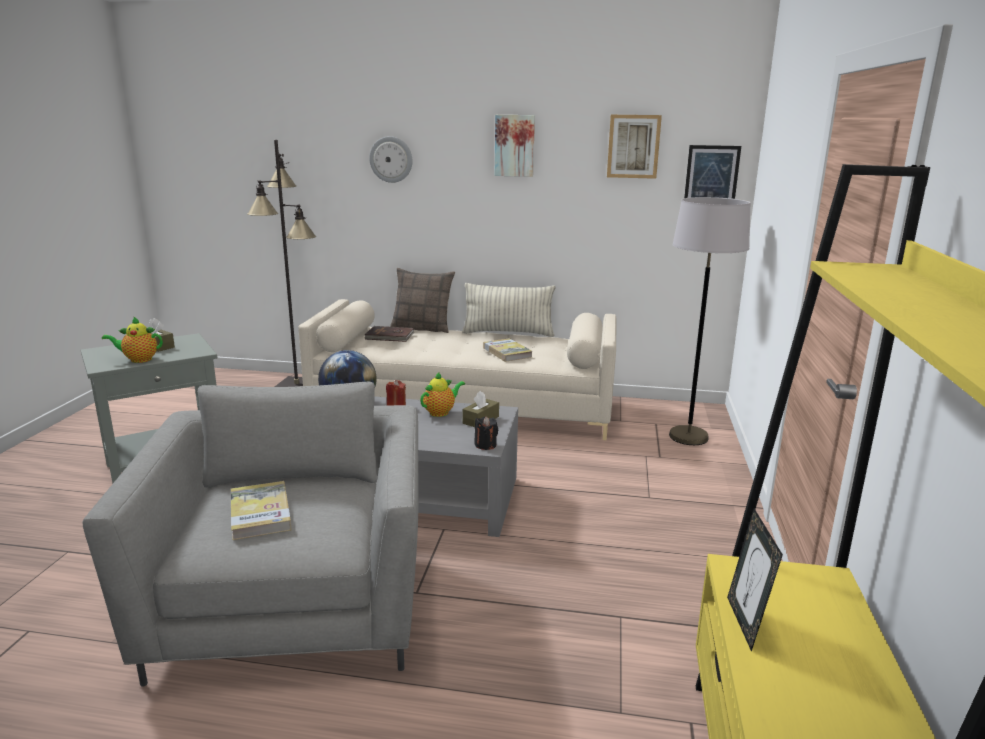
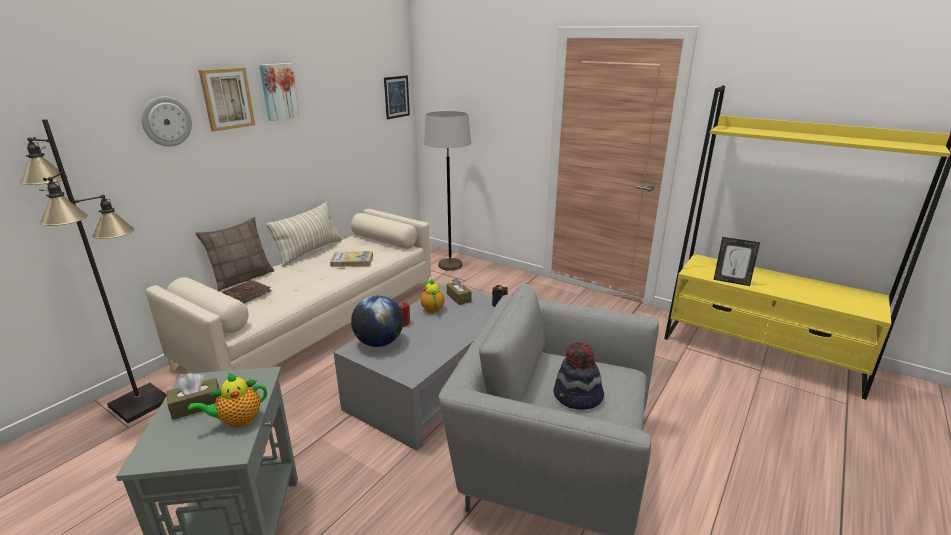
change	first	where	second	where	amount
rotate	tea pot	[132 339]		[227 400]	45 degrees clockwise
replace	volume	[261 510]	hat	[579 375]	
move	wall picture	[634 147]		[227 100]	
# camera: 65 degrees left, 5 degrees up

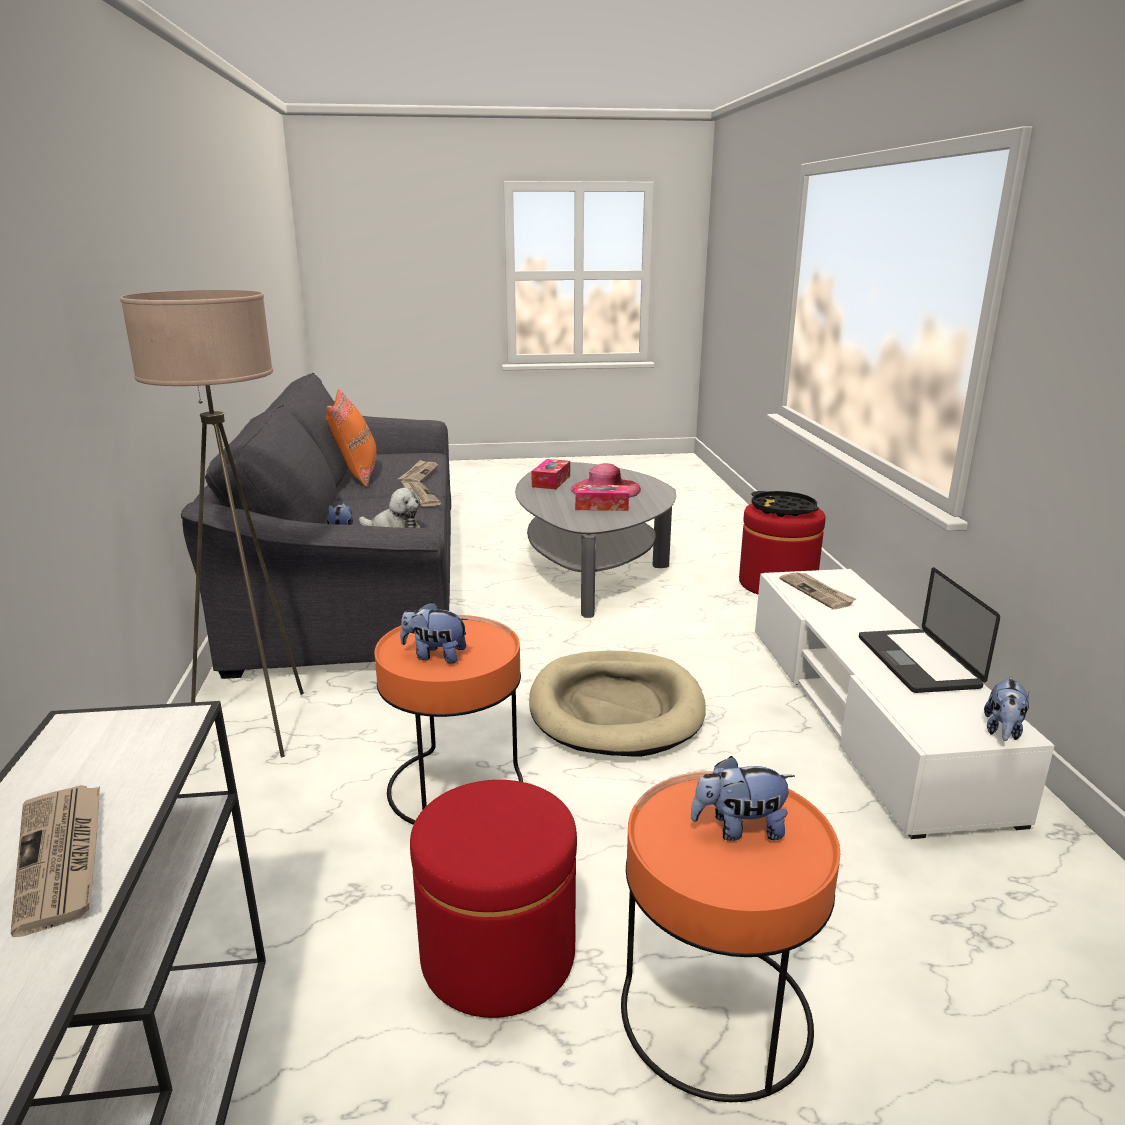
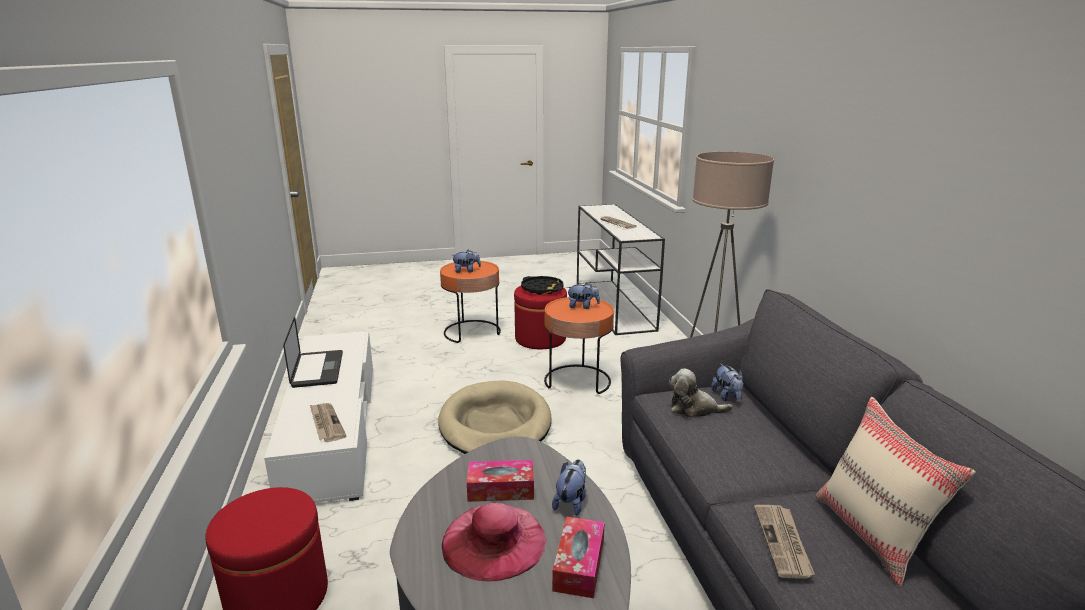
change	first	where	second	where	amount
recolor	throw pillow/orangey	[351 438]	throw pillow/sand-coloured	[895 492]	
delete	daily paper	[421 494]			
move	serving tray/blackish	[785 504]		[542 285]	
move	plush toy	[1006 709]		[569 487]	
# camera: 175 degrees right, 0 degrees up

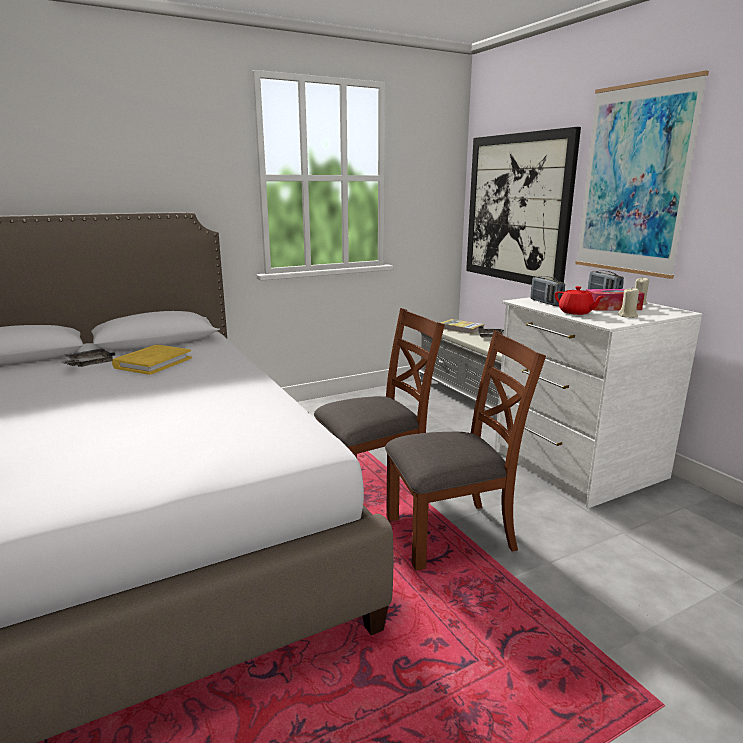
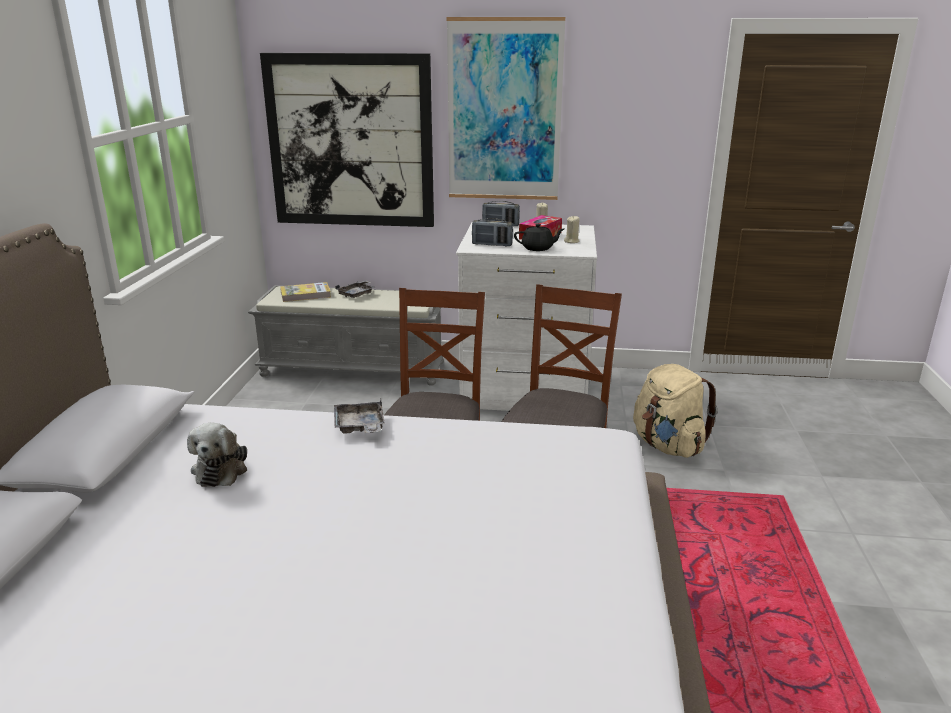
change	first	where	second	where	amount
move	serving tray/greyish	[88 357]		[359 416]	
replace	volume/yellow	[152 360]	plush toy	[217 455]	
recolor	tea pot/reddish	[580 300]	tea pot/blackish	[539 237]	
insert			knapsack/sand-coloured	[675 411]	
# camera: 55 degrees left, 5 degrees up

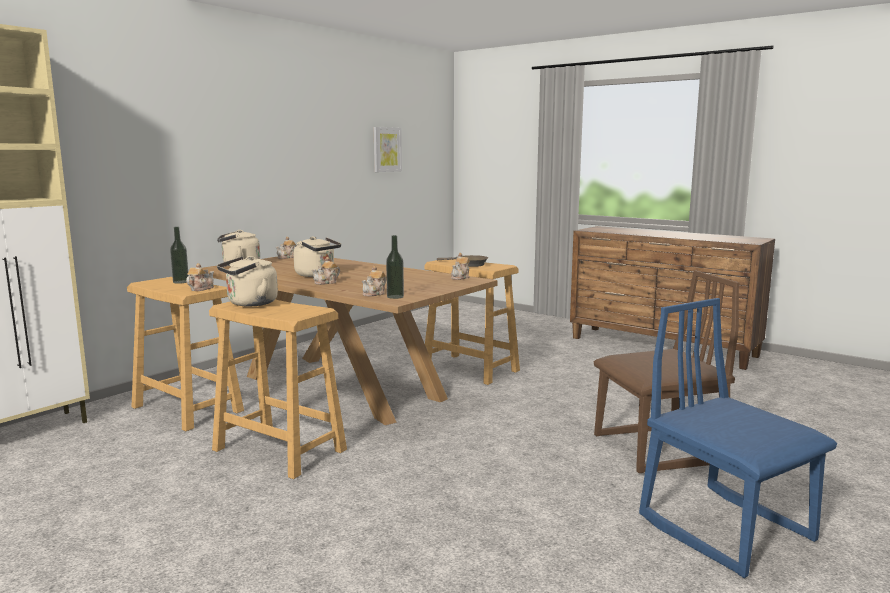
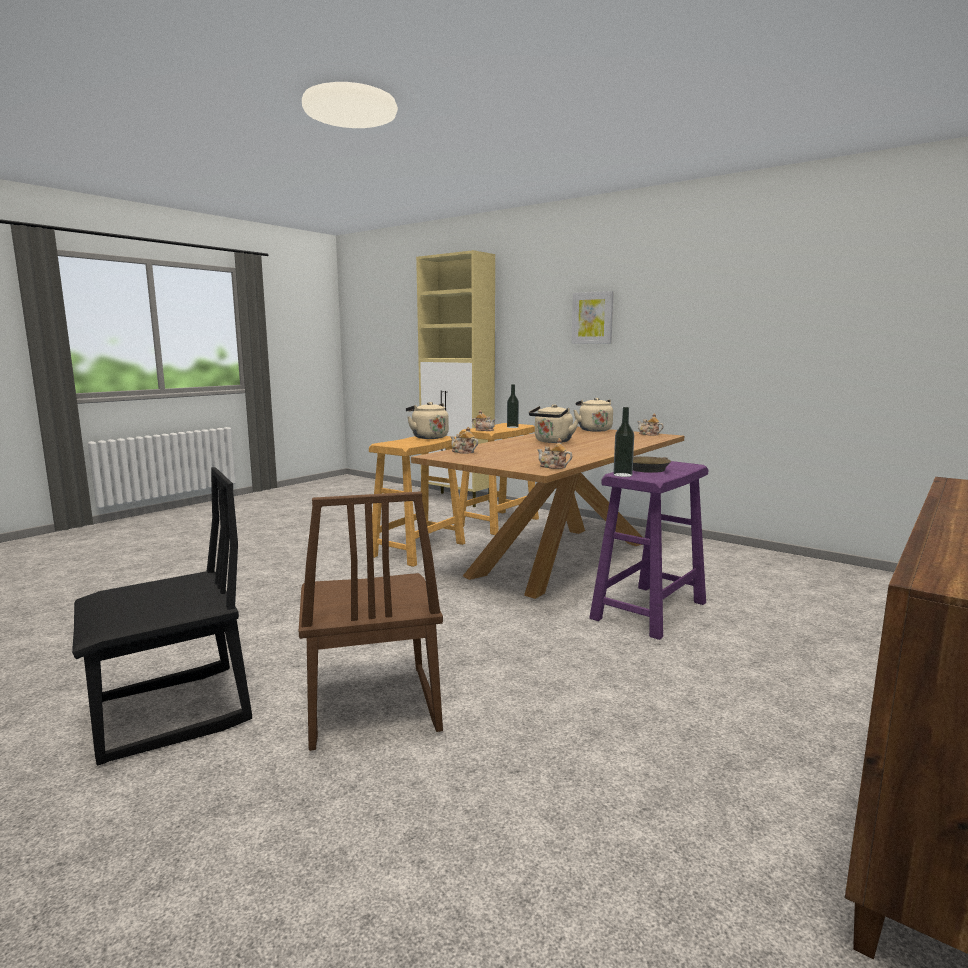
change	first	where	second	where	amount
delete	tea pot	[326 271]			
move	wall picture	[388 149]		[592 317]	
move	drink bottle	[395 267]		[623 442]	
recolor	sitting stool/sand-coloured	[472 322]	sitting stool/purple	[648 550]	
recolor	chair/blue	[738 438]	chair/blackish	[162 616]	
# camera: 90 degrees right, 0 degrees up

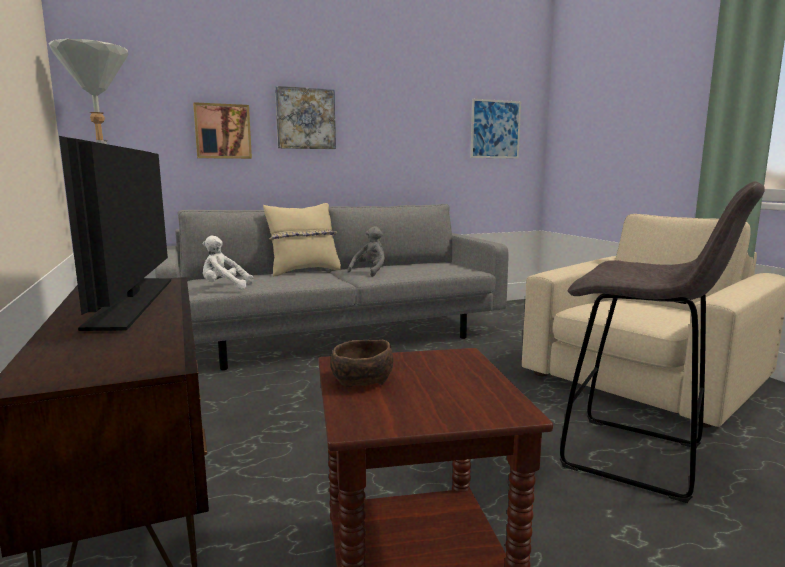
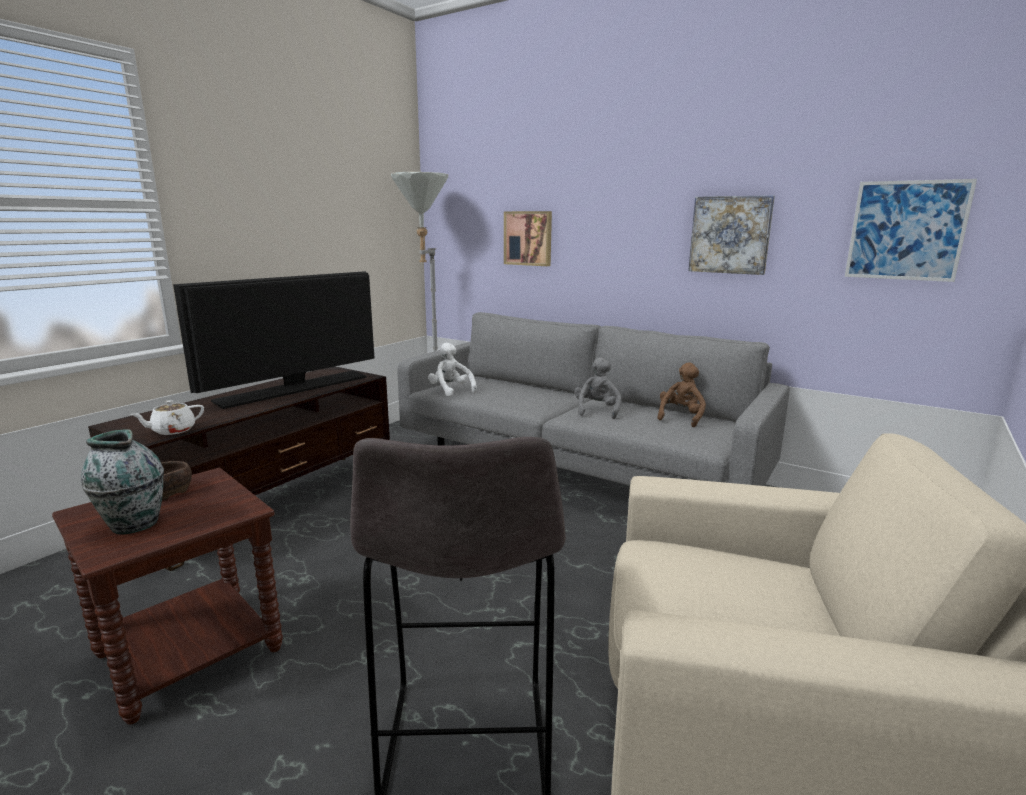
change	first	where	second	where	amount
delete	throw pillow/sand-coloured	[302 240]			
move	wall picture	[305 117]		[731 235]	
rotate	plush toy/greyish	[366 251]		[598 388]	75 degrees counterclockwise
insert			flower vase	[122 482]	
insert			tea pot/white-coloured	[167 417]	
insert			plush toy/brown	[681 394]	
# camera: 55 degrees right, 5 degrees up

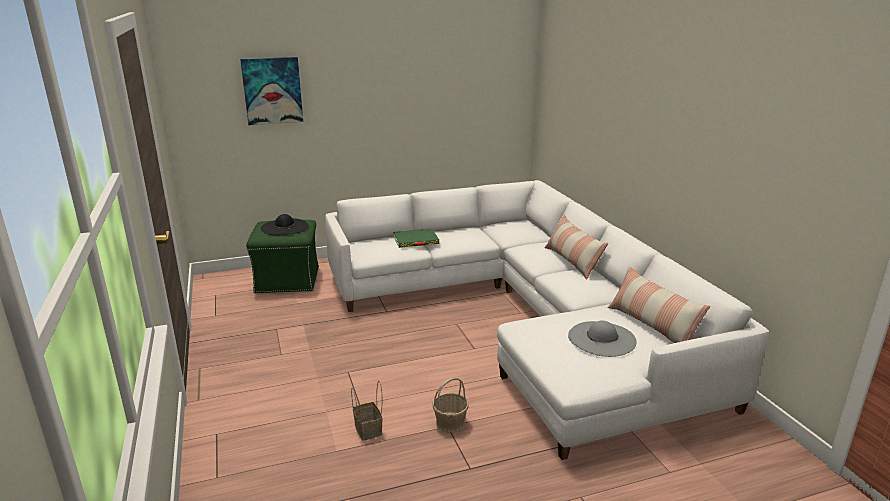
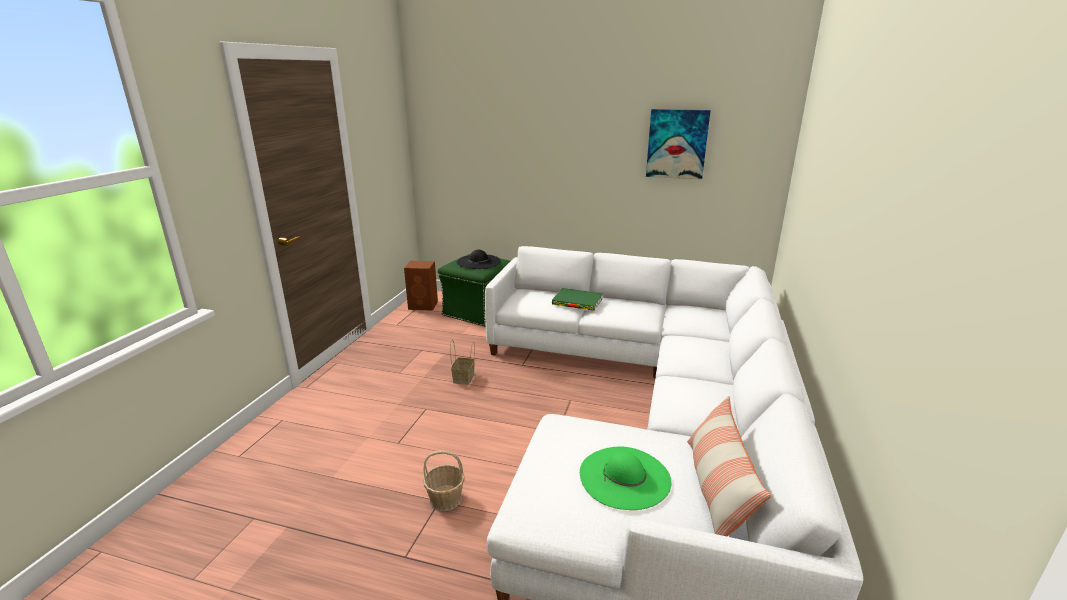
change	first	where	second	where	amount
move	wall picture	[271 91]		[678 144]	
move	storage basket	[367 411]		[462 362]	
delete	throw pillow	[576 247]			
recolor	hat/greyish	[602 338]	hat/greenish	[625 478]	
insert			audio speaker/brown	[421 286]	
# camera: 35 degrees right, 0 degrees up

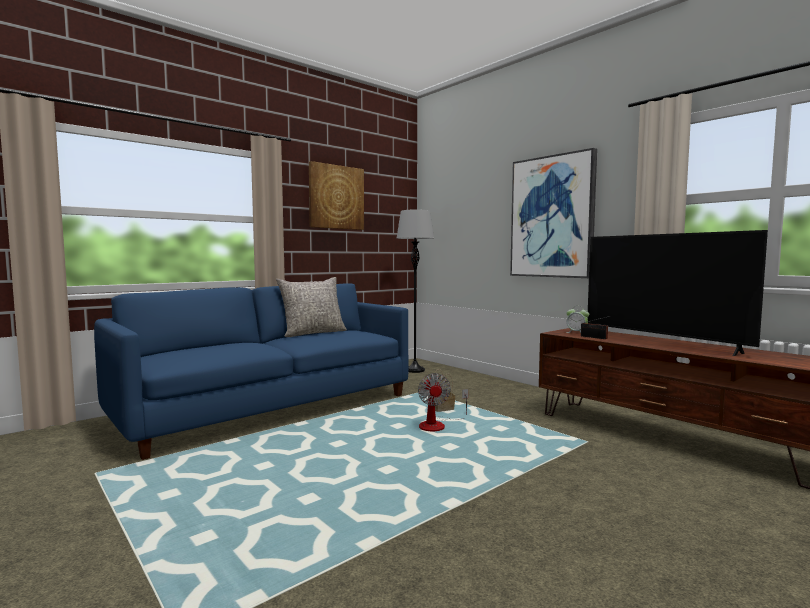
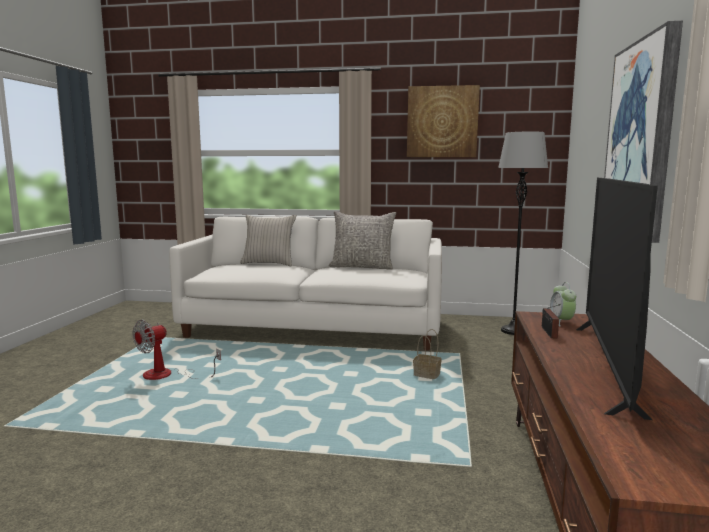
change	first	where	second	where	amount
recolor	settee/blue	[251 371]	settee/white-coloured	[305 283]	
move	cooling fan	[443 402]		[176 349]	
insert			throw pillow/sand-coloured	[268 240]	
# camera: 50 degrees right, 5 degrees up

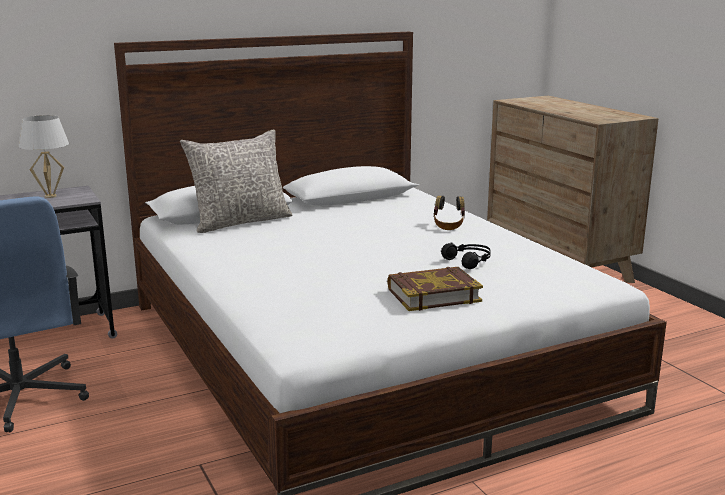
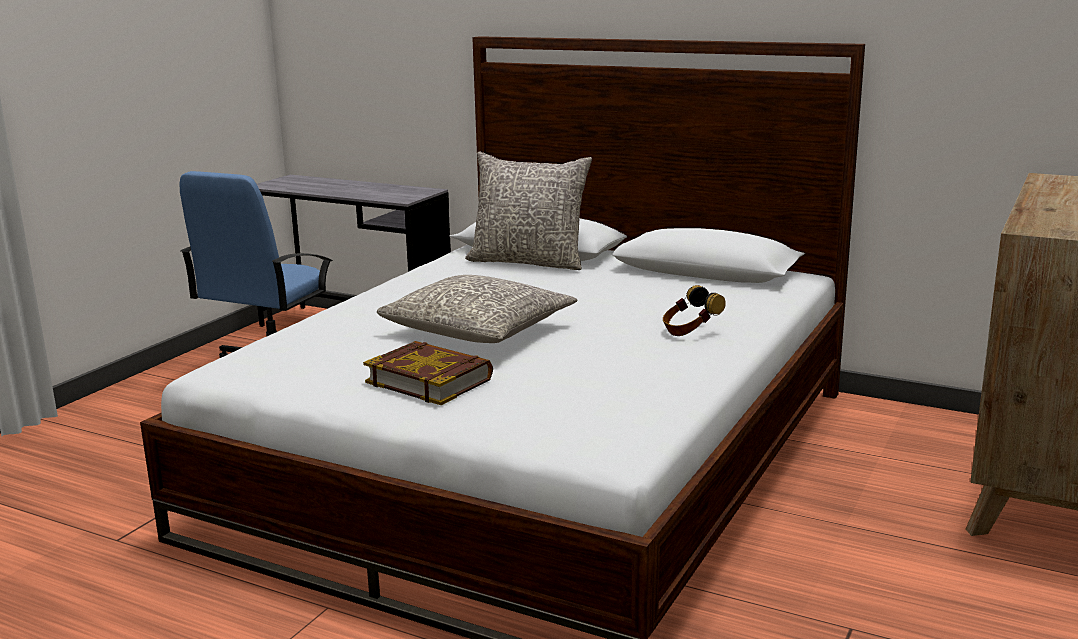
change	first	where	second	where	amount
delete	lamp for a table/white-coloured	[43 156]			
delete	headphones/blackish	[466 255]			
insert			throw pillow/greyish	[477 309]	
# camera: 55 degrees right, 0 degrees up

